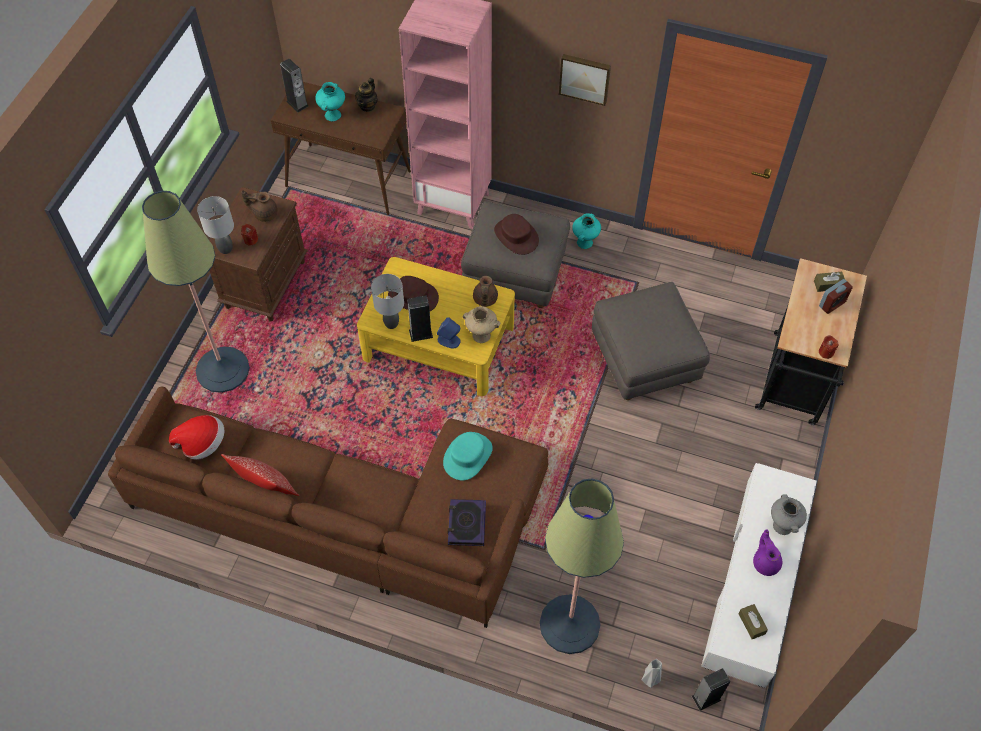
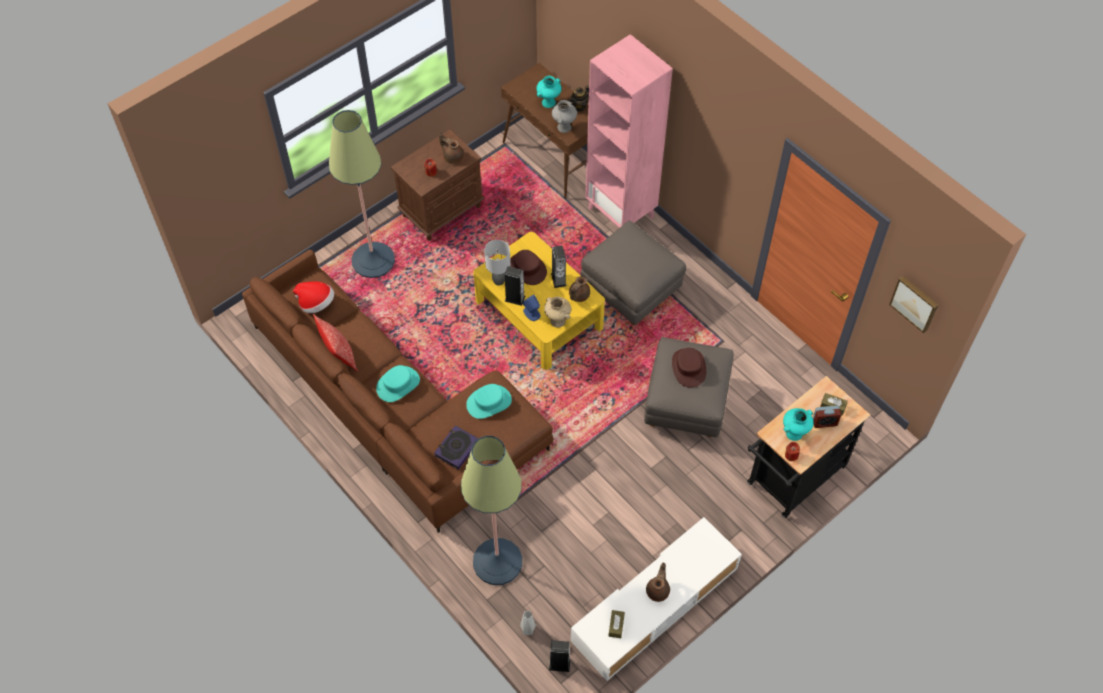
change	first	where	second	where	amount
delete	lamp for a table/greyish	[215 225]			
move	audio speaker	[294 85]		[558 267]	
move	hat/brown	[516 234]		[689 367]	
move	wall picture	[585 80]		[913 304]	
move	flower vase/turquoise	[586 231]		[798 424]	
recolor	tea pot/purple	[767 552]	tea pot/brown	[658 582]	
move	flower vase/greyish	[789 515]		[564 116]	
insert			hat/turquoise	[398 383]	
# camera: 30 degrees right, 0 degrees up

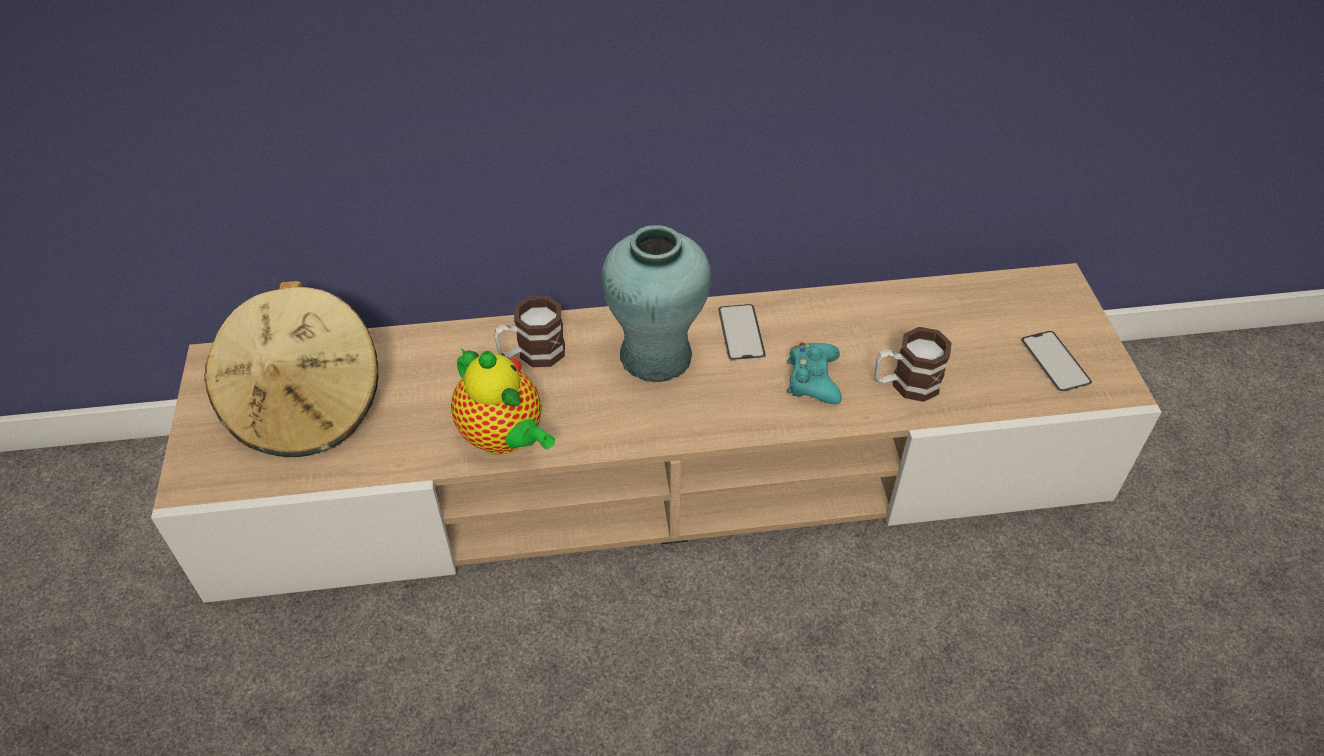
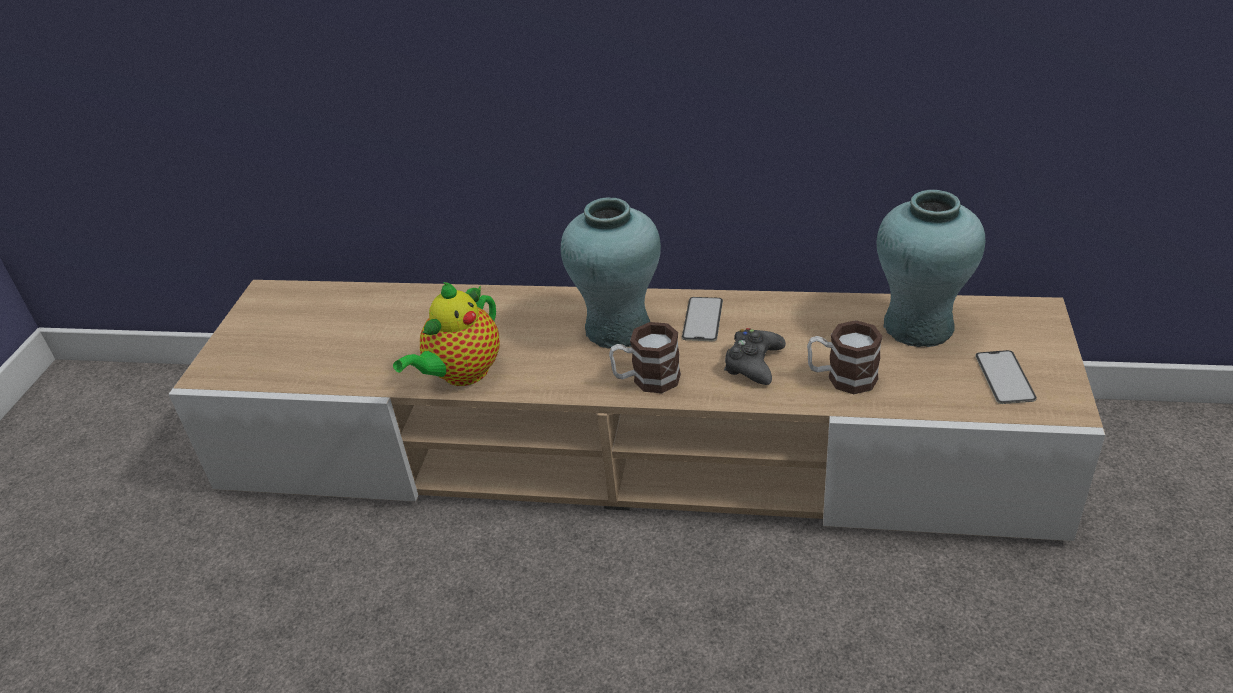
change	first	where	second	where	amount
delete	hat/sand-coloured	[291 369]			
rotate	tea pot	[503 401]		[446 334]	60 degrees clockwise
move	tea mug	[529 331]		[645 357]	
recolor	gamepad/turquoise	[814 373]	gamepad/blackish	[755 356]	
insert			flower vase/turquoise	[930 268]	
# camera: 20 degrees right, 10 degrees down

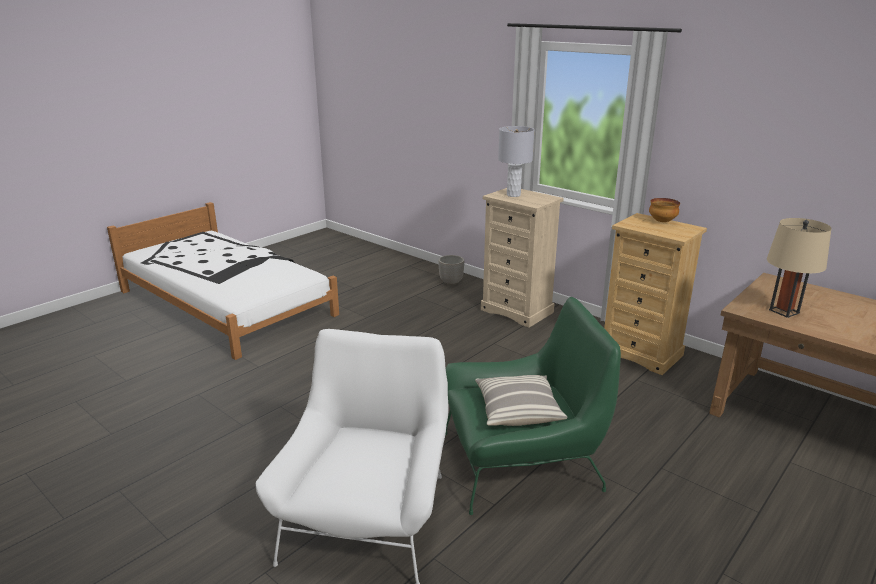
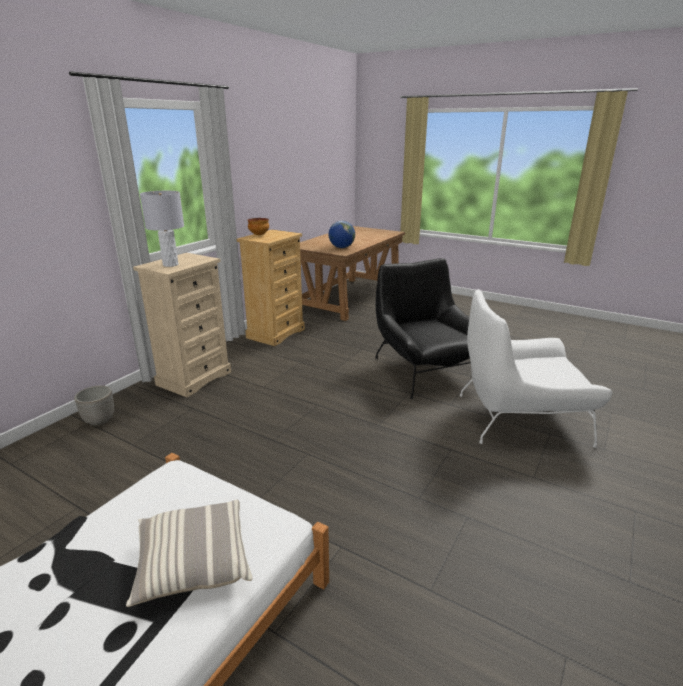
change	first	where	second	where	amount
recolor	easy chair/greenish	[533 406]	easy chair/blackish	[423 328]	
move	throw pillow	[521 400]		[189 553]	
replace	lamp for a table/sand-coloured	[799 268]	globe	[342 234]	
# camera: 100 degrees left, 0 degrees up

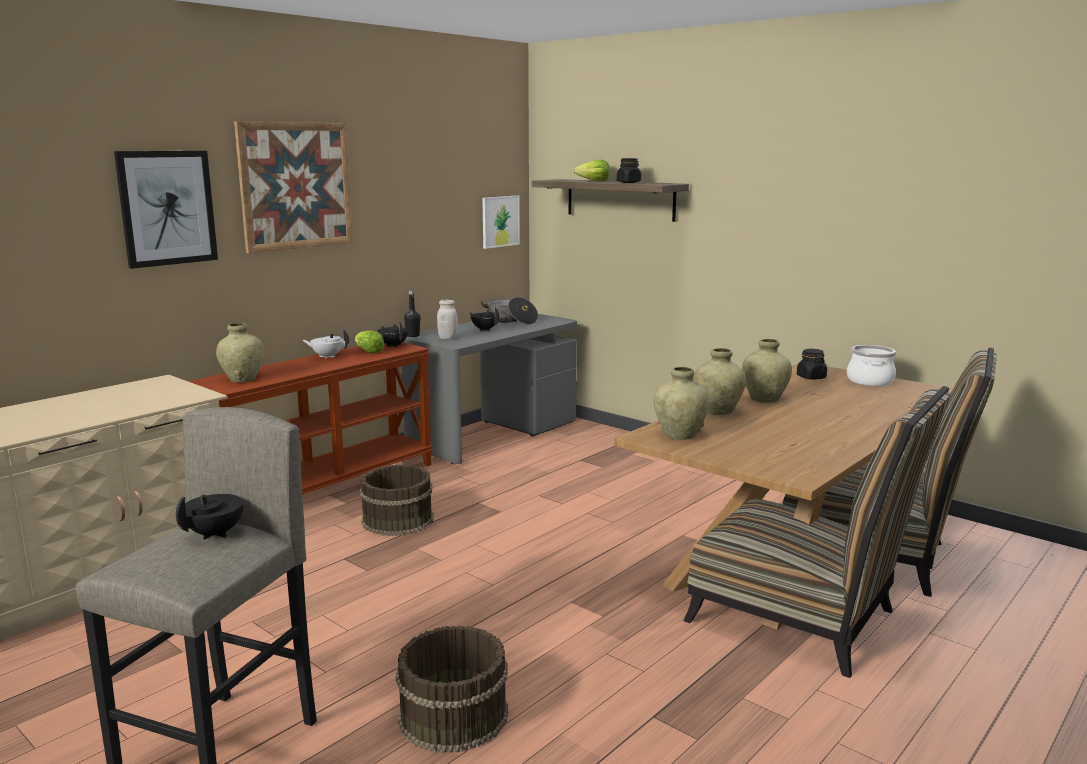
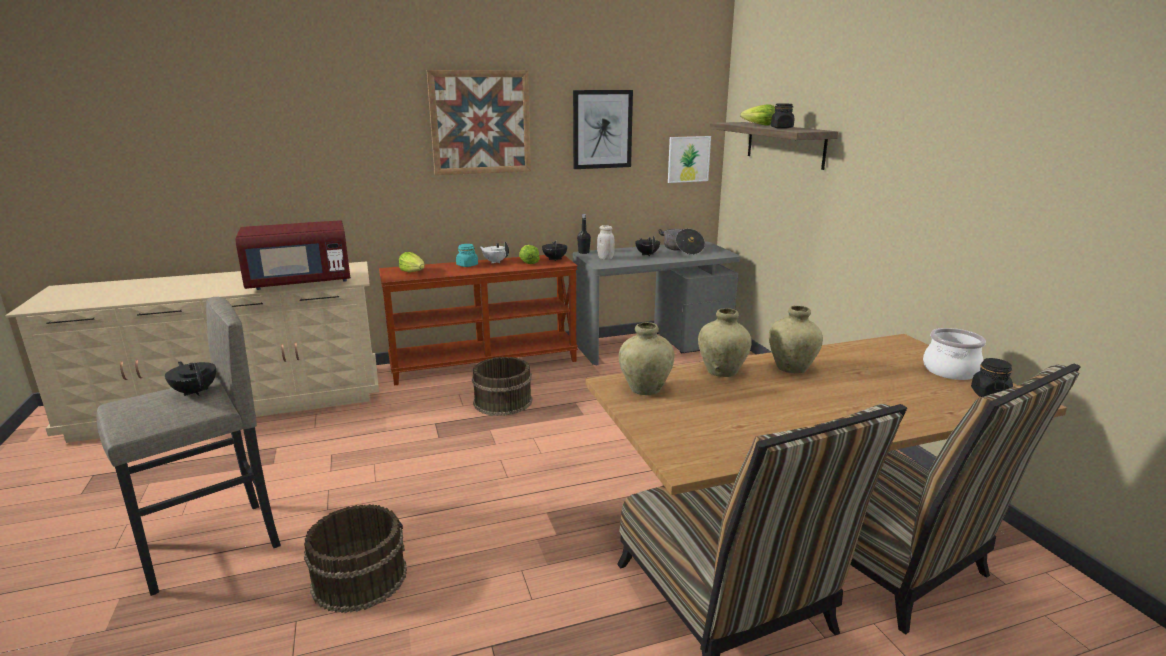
change	first	where	second	where	amount
move	wall picture	[166 210]		[603 129]	
rotate	tea pot/blackish	[209 517]		[190 378]	105 degrees counterclockwise
replace	flower vase/sand-coloured	[240 353]	lettuce	[412 262]	
move	storage jar/blackish	[812 364]		[992 377]	
insert			microwave/reddish	[293 255]	
insert			storage jar/turquoise	[467 255]	
# camera: 30 degrees right, 5 degrees up

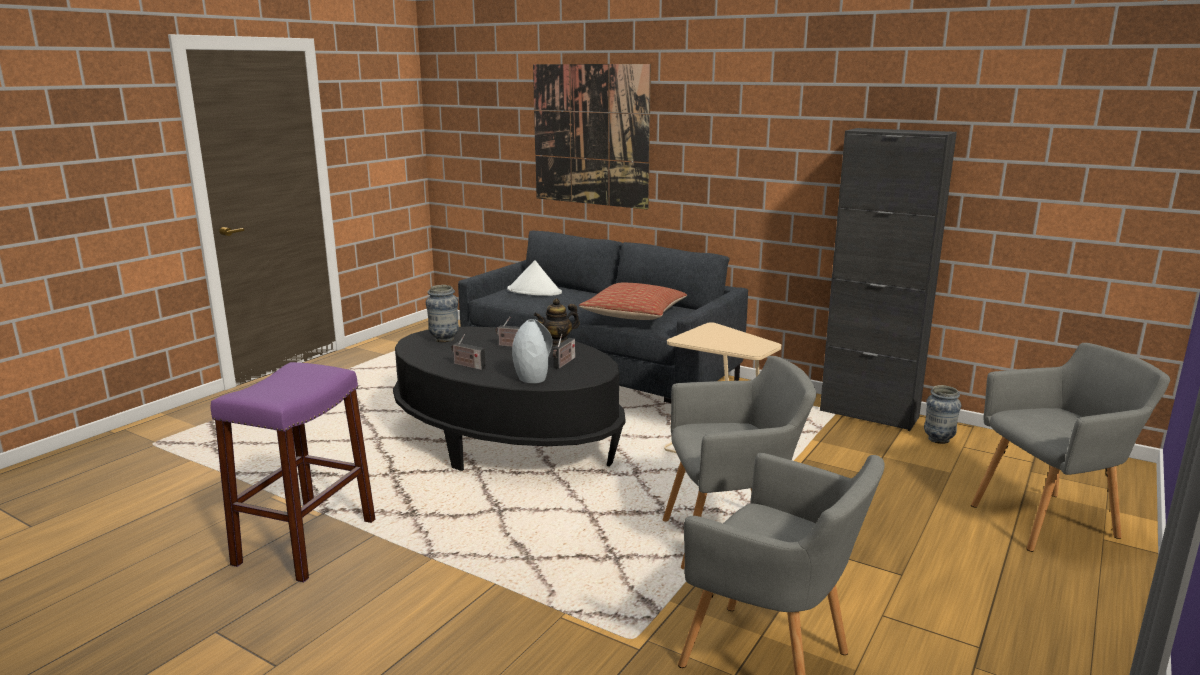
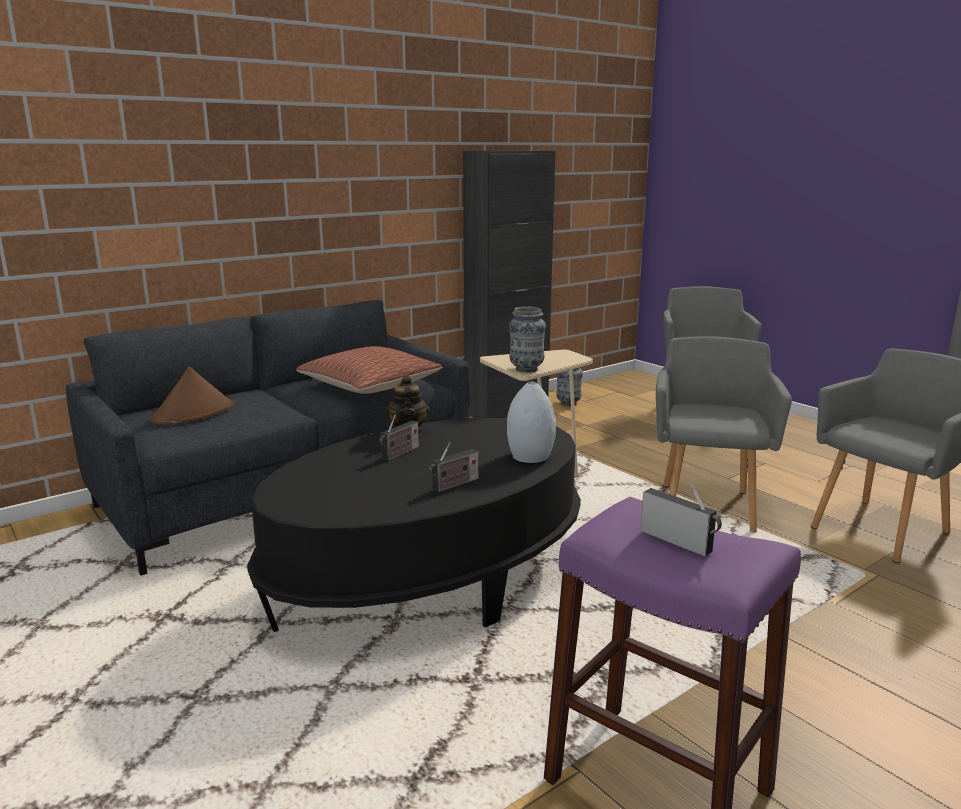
change	first	where	second	where	amount
move	flower vase	[442 313]		[527 339]	
recolor	hat/white-coloured	[534 278]	hat/brown	[192 395]	
delete	wall picture	[592 136]			
move	radio set	[564 351]		[681 518]	
# camera: 70 degrees left, 0 degrees up

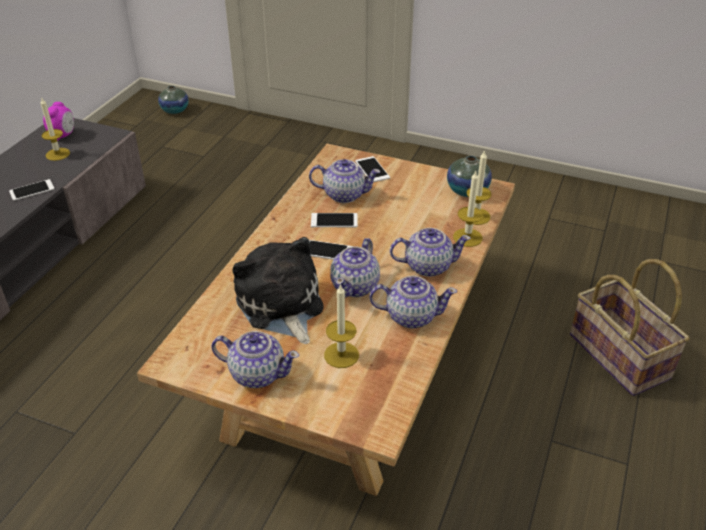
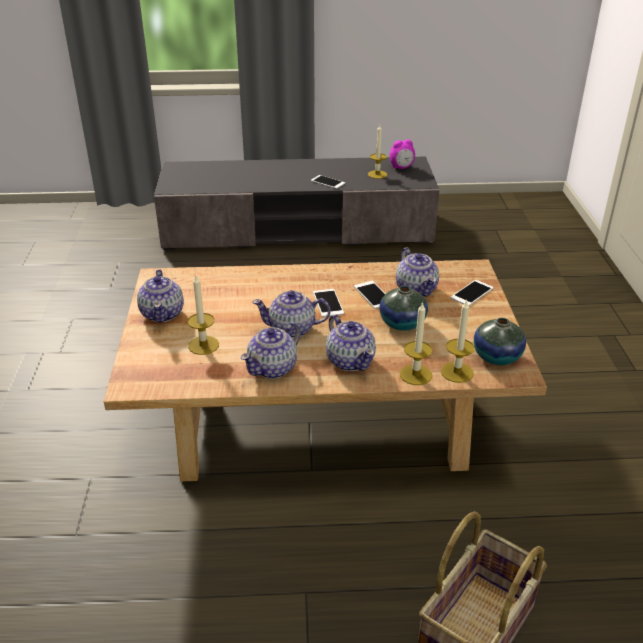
change	first	where	second	where	amount
move	flower vase	[173 100]		[403 308]	
delete	plush toy	[278 290]			
rotate	tea pot	[413 302]		[270 350]	60 degrees clockwise
# camera: 65 degrees right, 5 degrees down

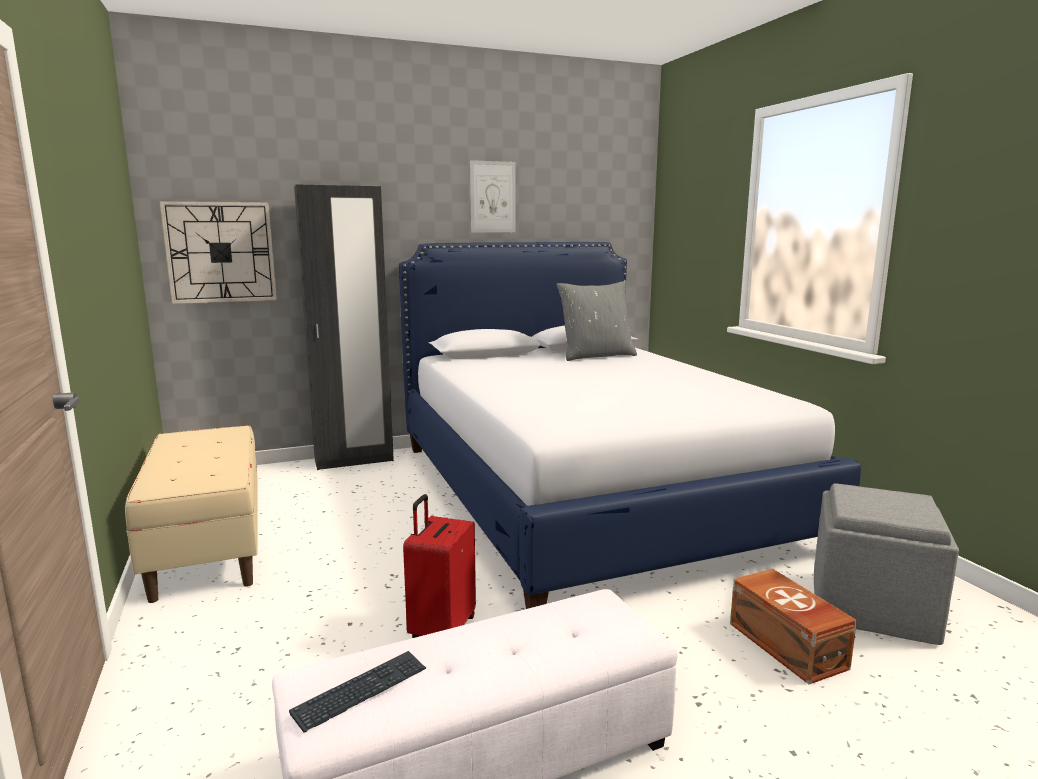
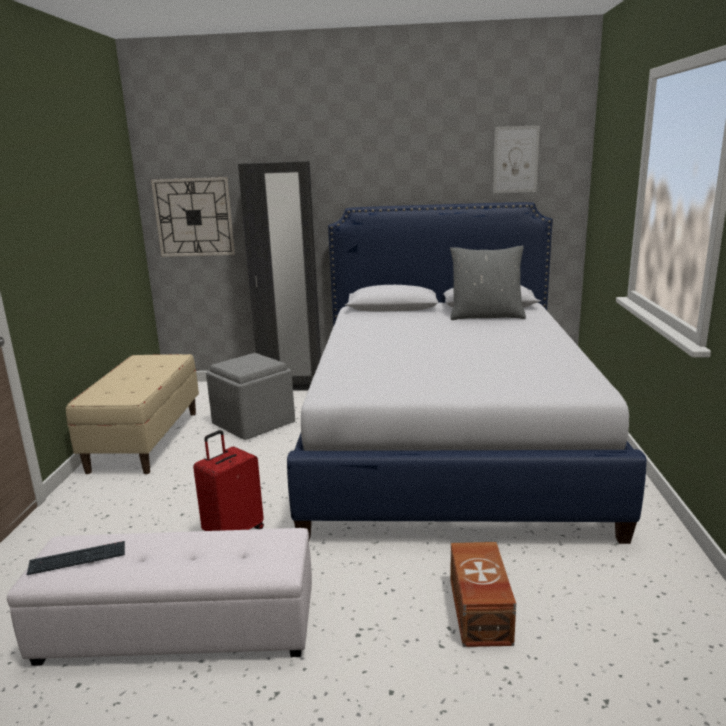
change	first	where	second	where	amount
move	wall picture	[493 196]		[516 159]	
move	footrest/greyish	[886 564]		[250 396]	
# camera: 25 degrees right, 5 degrees up

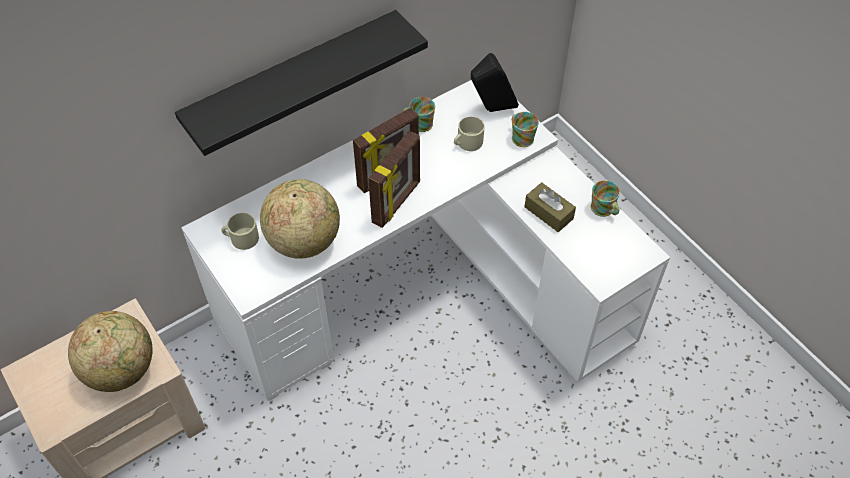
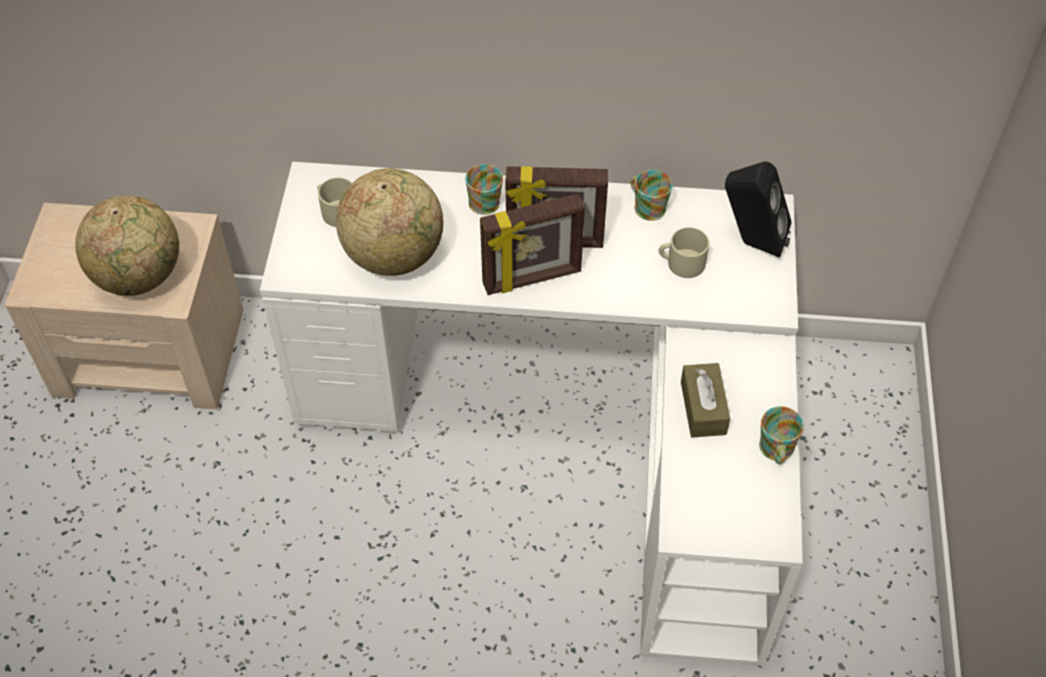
change	first	where	second	where	amount
delete	bracket shelf/blackish	[301 83]			
move	tea mug	[525 129]		[484 189]	
# camera: 40 degrees right, 0 degrees up

